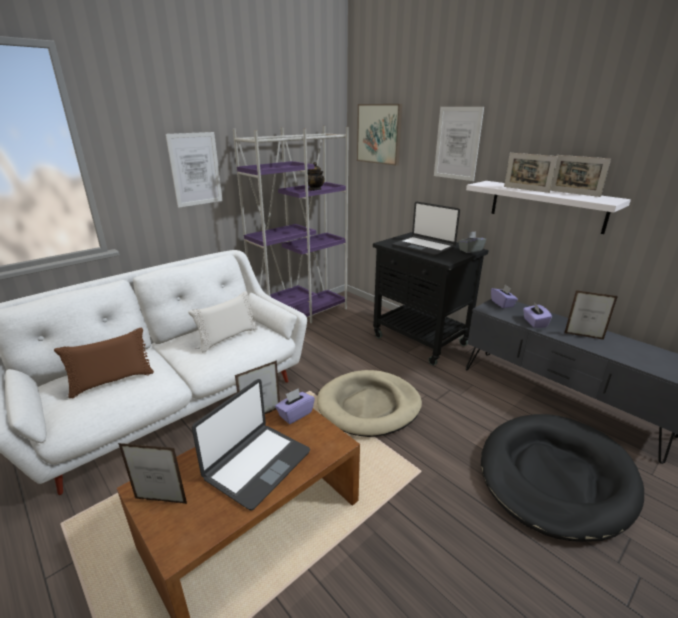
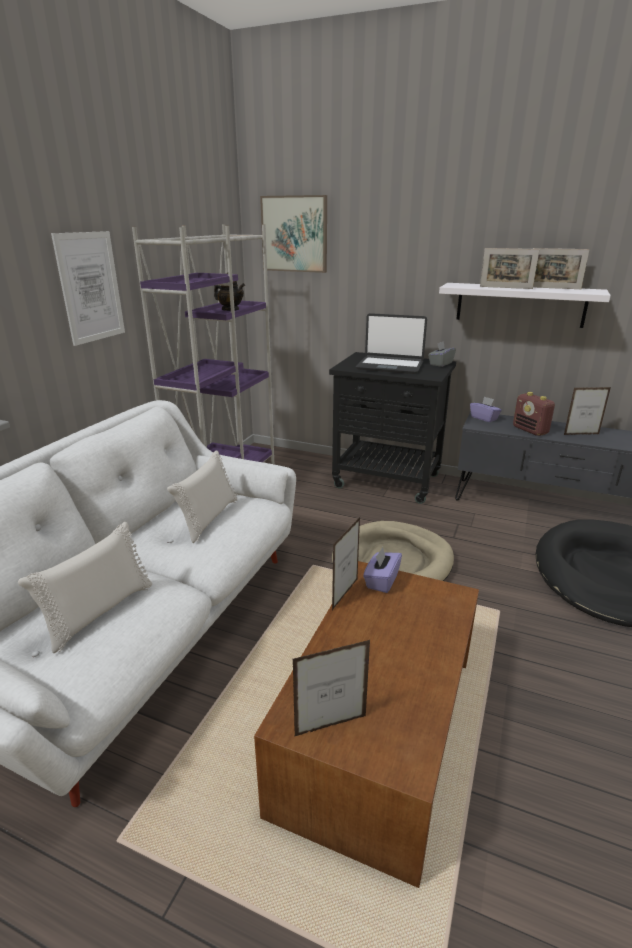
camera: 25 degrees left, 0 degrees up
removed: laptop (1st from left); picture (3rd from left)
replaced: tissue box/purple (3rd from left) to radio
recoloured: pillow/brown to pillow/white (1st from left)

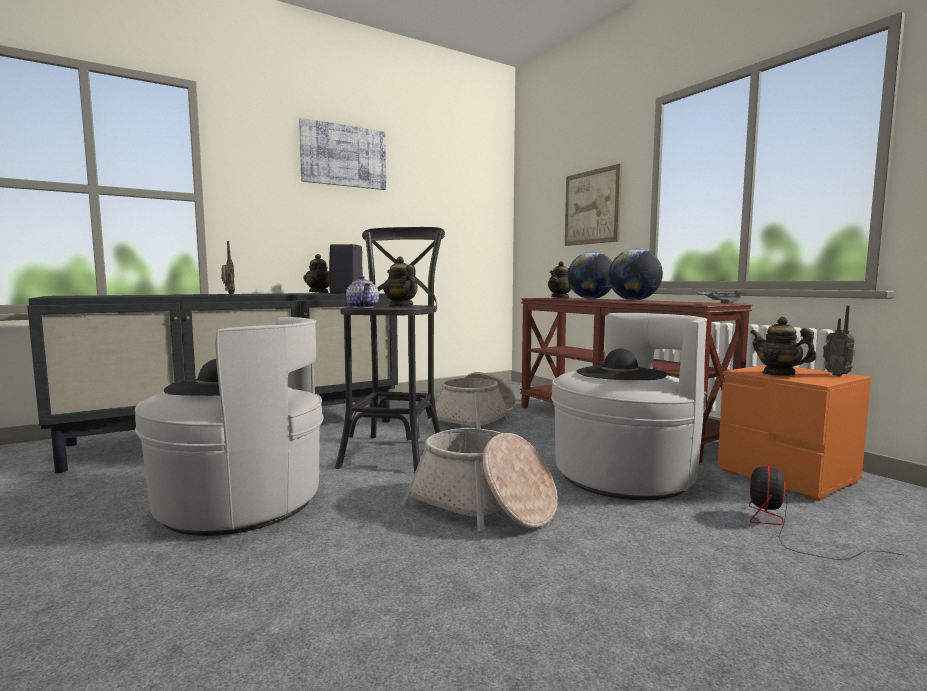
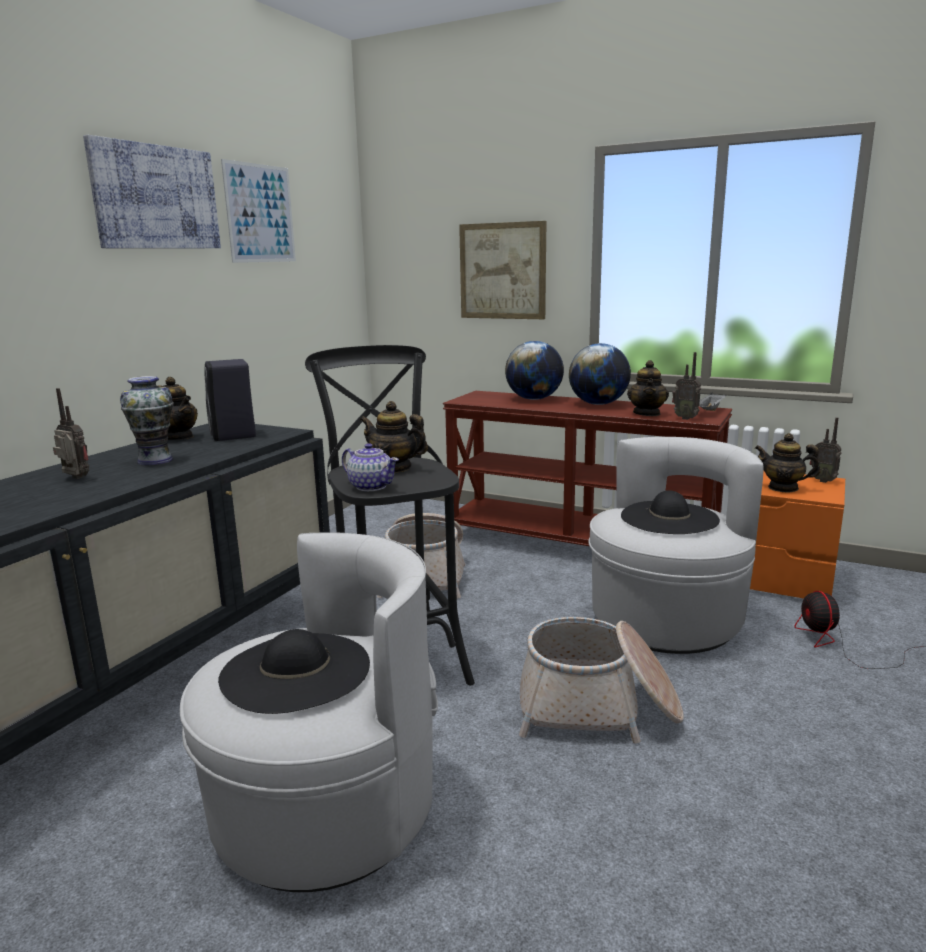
camera: 30 degrees left, 10 degrees up
added: vase; picture (2nd from left); radio (2nd from left)
moved: teapot (4th from left)

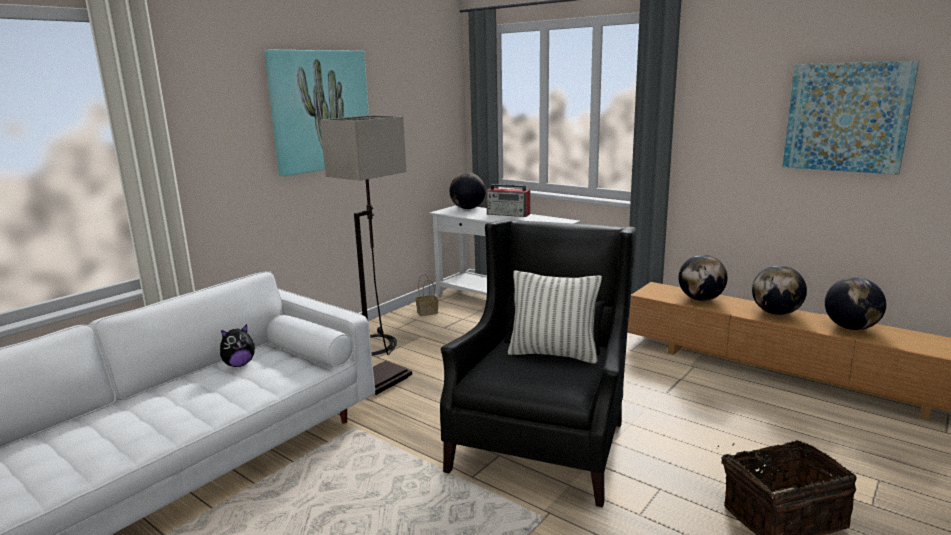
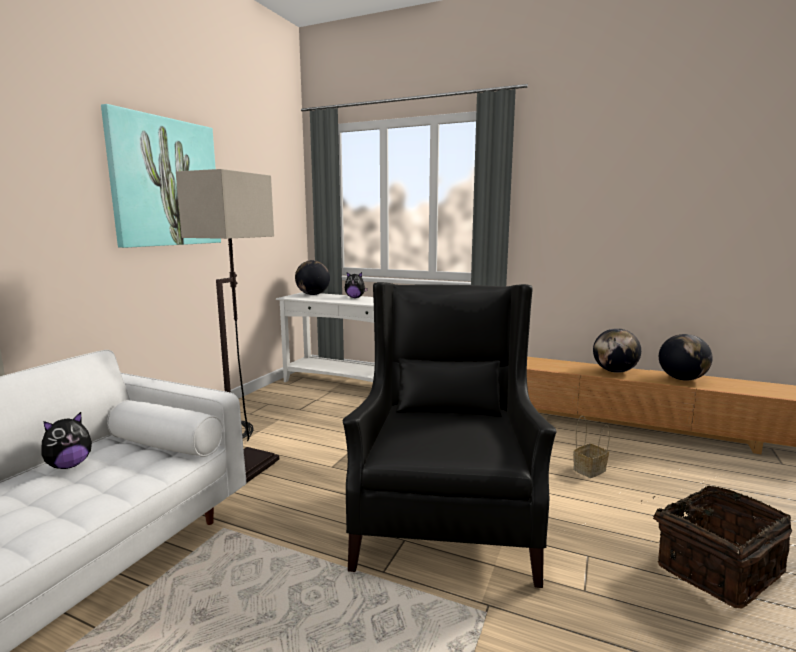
camera: 15 degrees left, 5 degrees down
removed: pillow; globe (2nd from left); picture (2nd from left)
moved: basket (1st from left)
replaced: radio to plush toy (2nd from left)

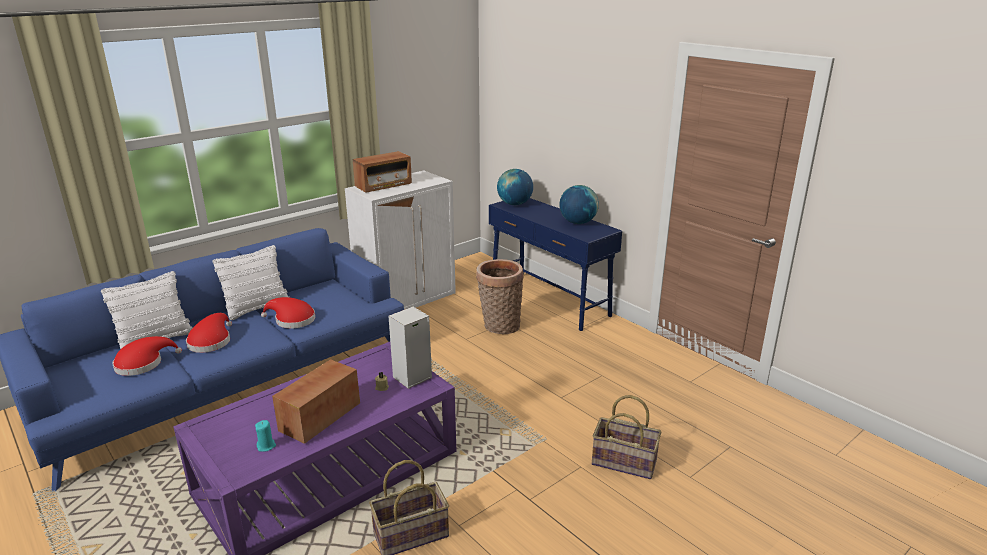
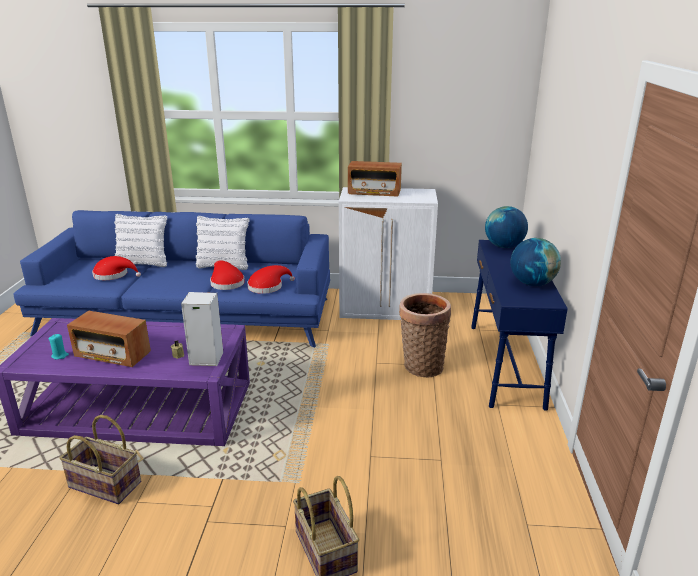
camera: 45 degrees right, 0 degrees up
moved: hat/red (2nd from left in the first image) to hat/red (3rd from left)
turned: radio (1st from left) 150 degrees counterclockwise

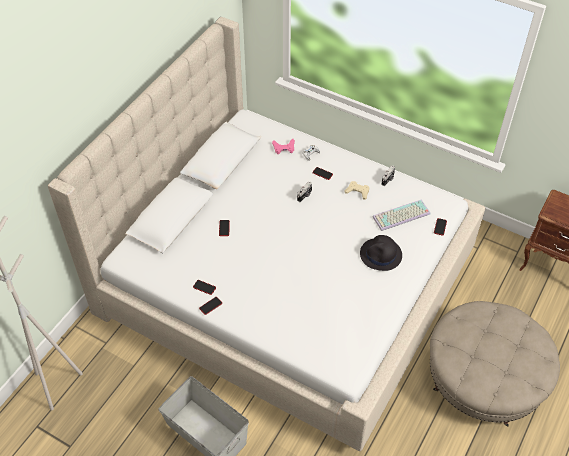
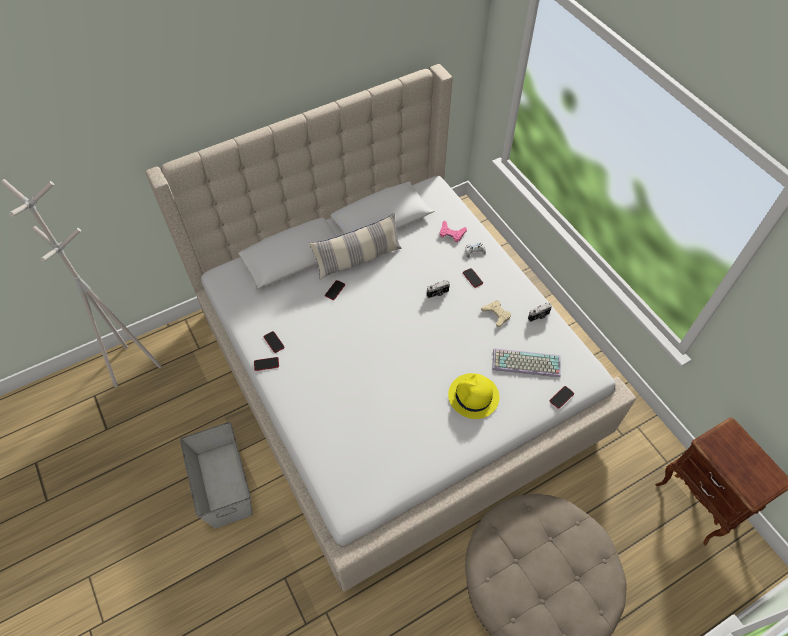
camera: 30 degrees right, 5 degrees up
added: pillow
recoloured: hat/black to hat/yellow

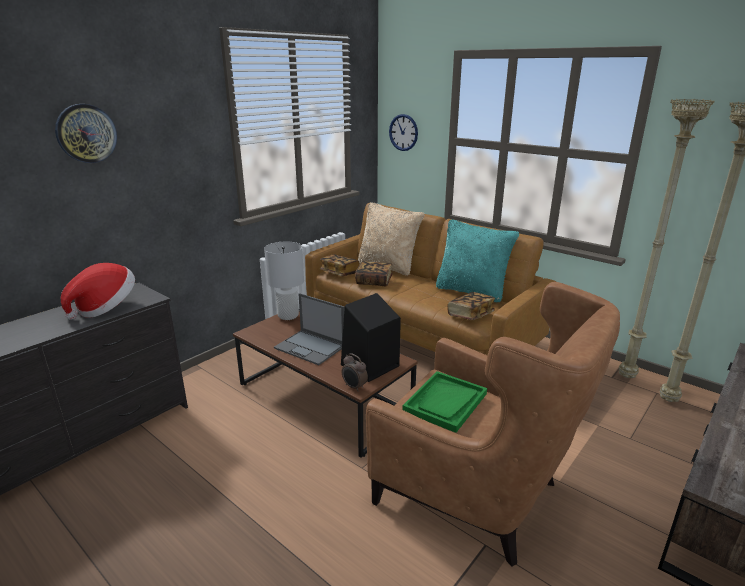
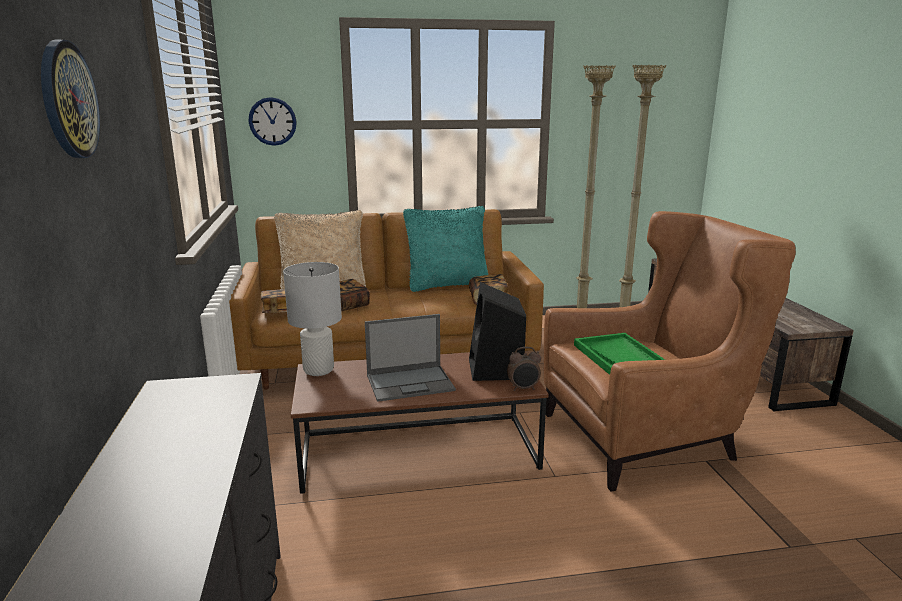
camera: 50 degrees left, 5 degrees down
removed: hat

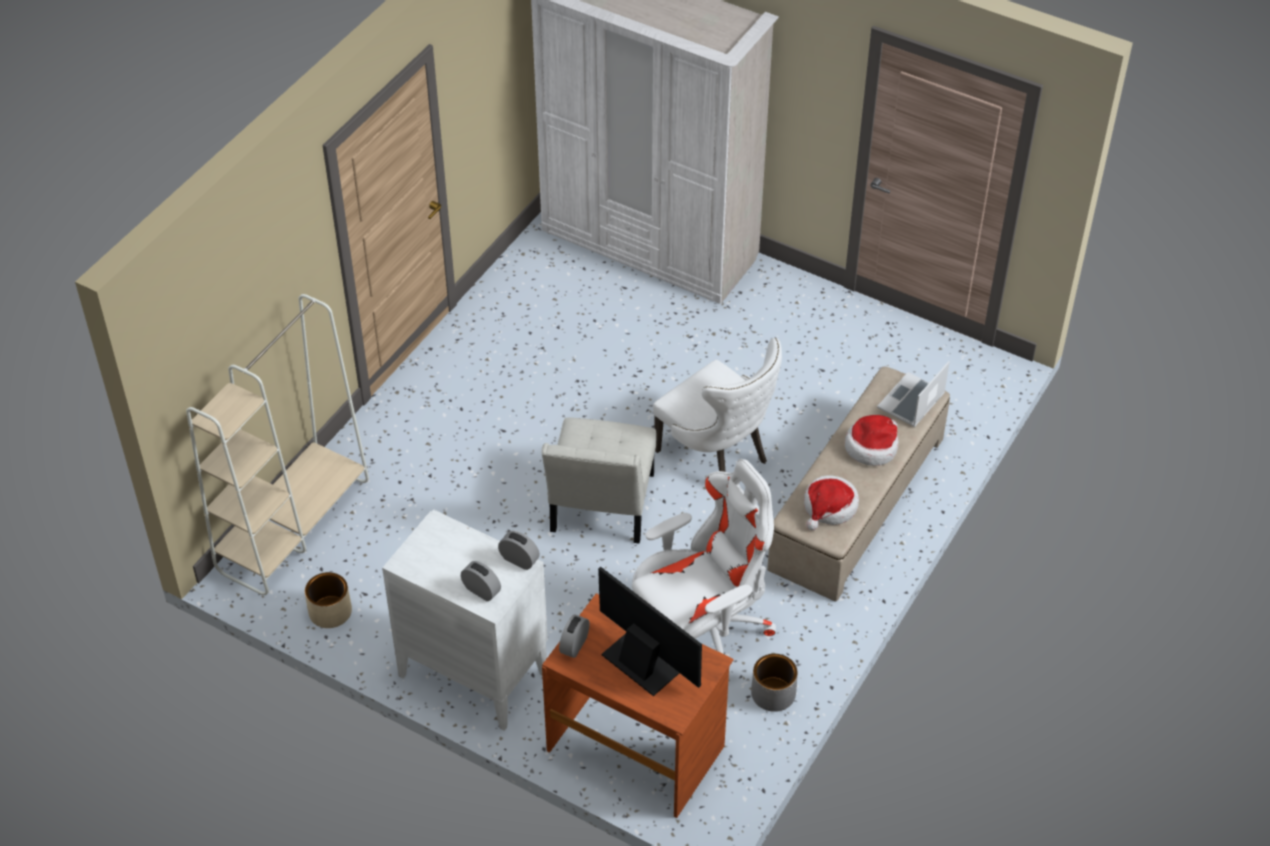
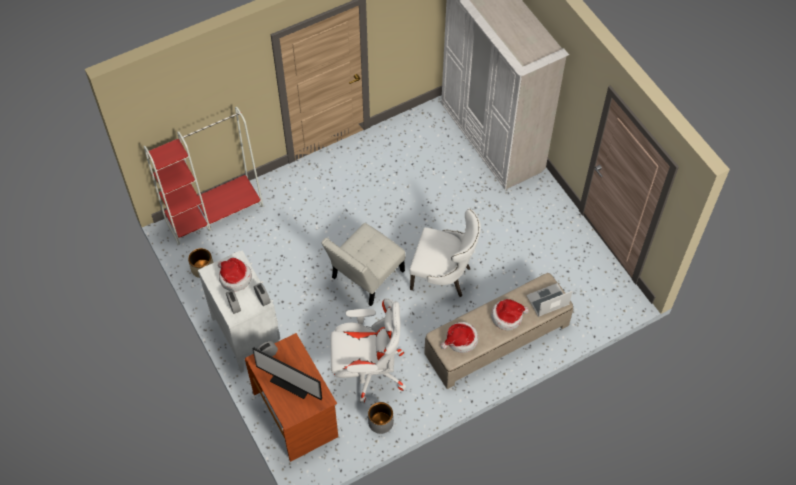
camera: 30 degrees right, 10 degrees up
added: hat (1st from left)
recoloured: clothes rack/beige to clothes rack/red
turned: monitor 135 degrees clockwise; chair/white (2nd from left) 60 degrees counterclockwise

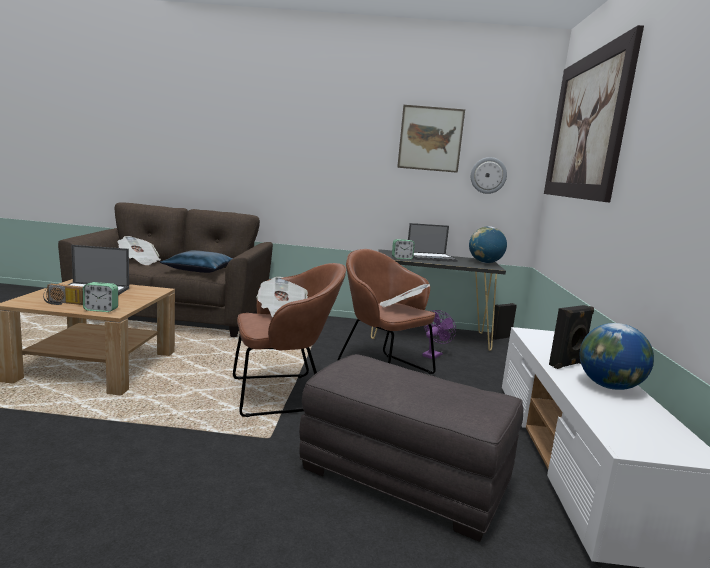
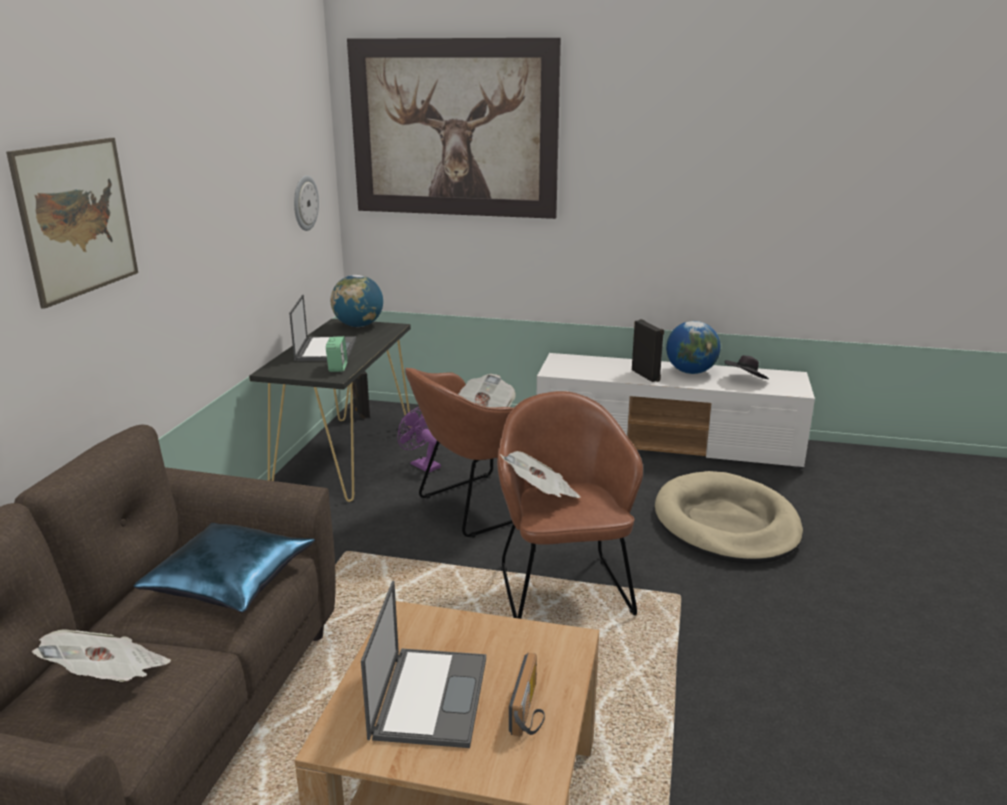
camera: 80 degrees left, 10 degrees up
removed: alarm clock (1st from left)
added: hat/black
moved: picture (1st from left)
replaced: ottoman/grey to dog bed/beige

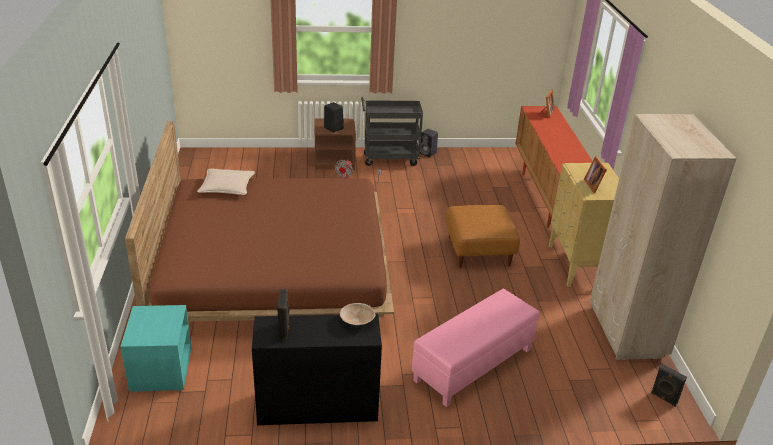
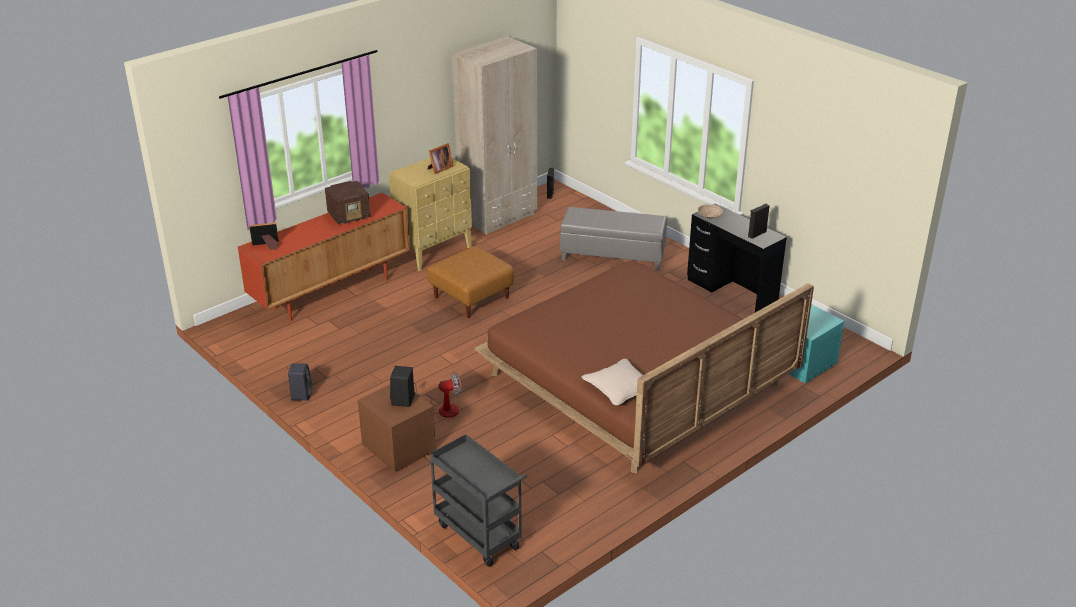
camera: 125 degrees left, 0 degrees up
added: radio
moved: cart/grey
recoloured: ottoman/pink to ottoman/grey

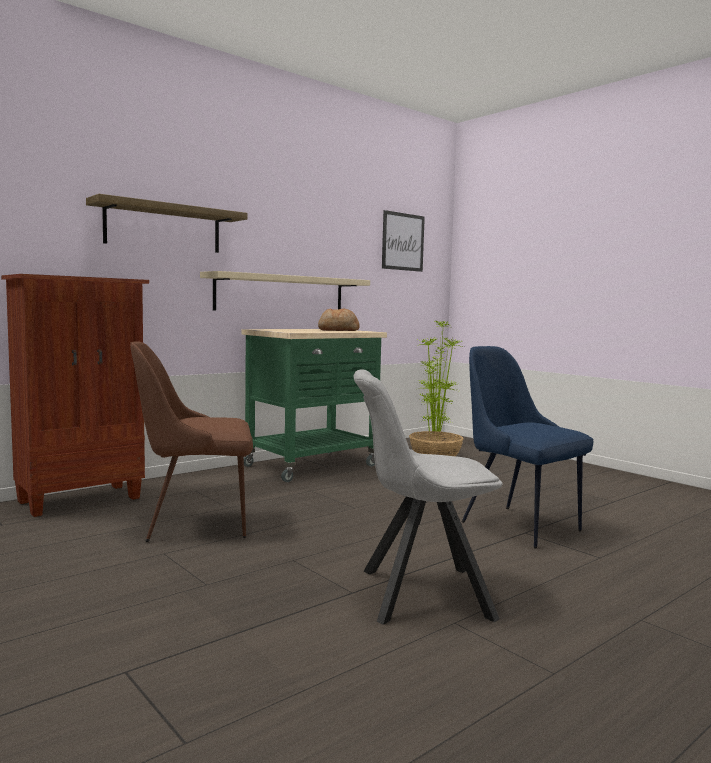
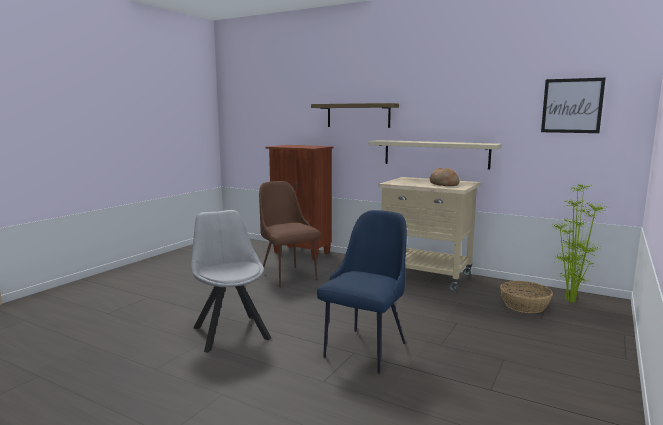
camera: 70 degrees right, 5 degrees up
recoloured: cart/green to cart/beige

